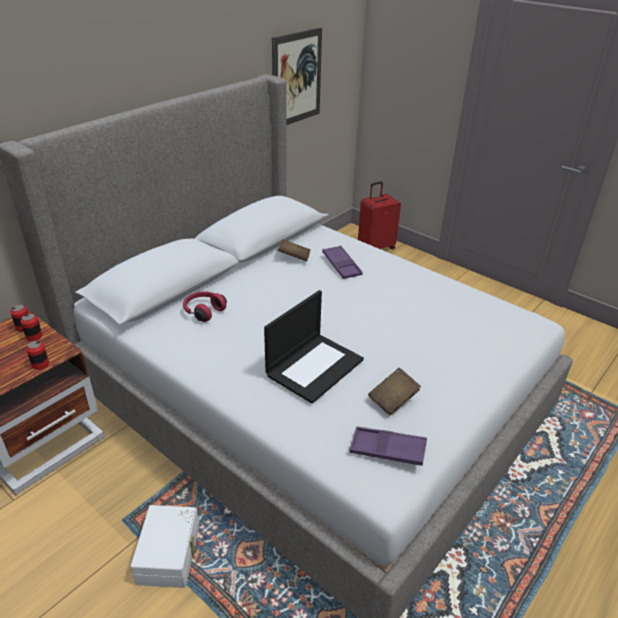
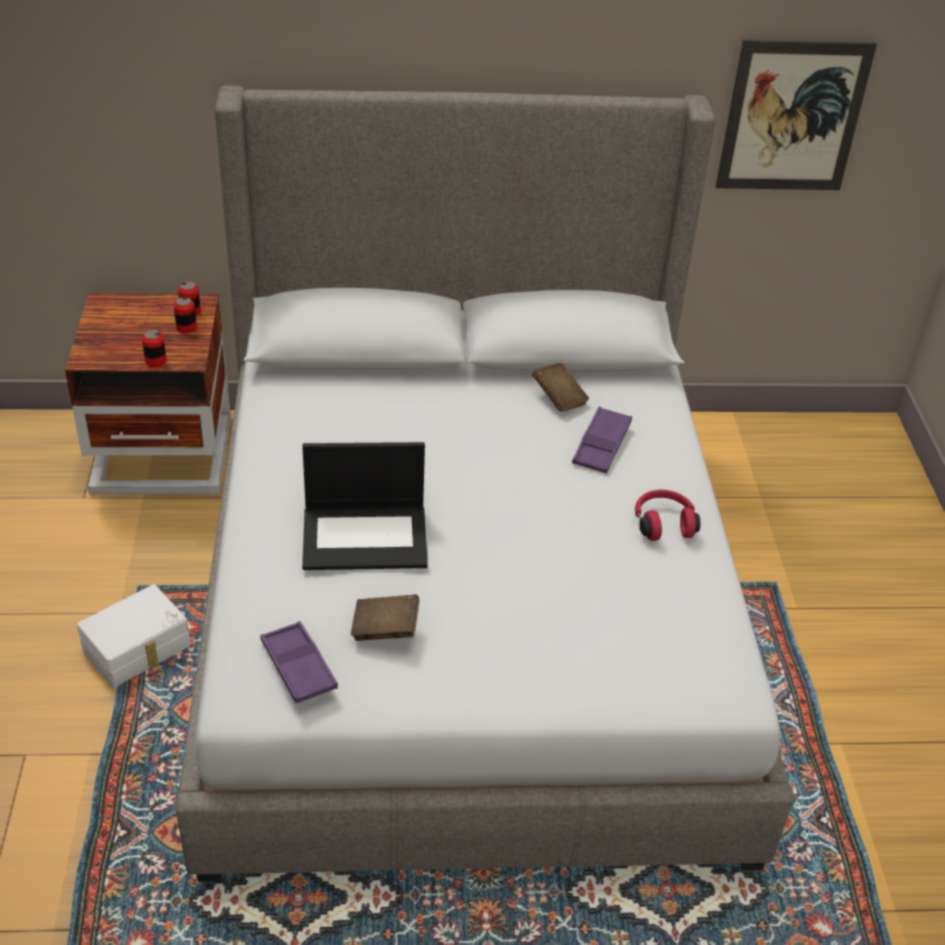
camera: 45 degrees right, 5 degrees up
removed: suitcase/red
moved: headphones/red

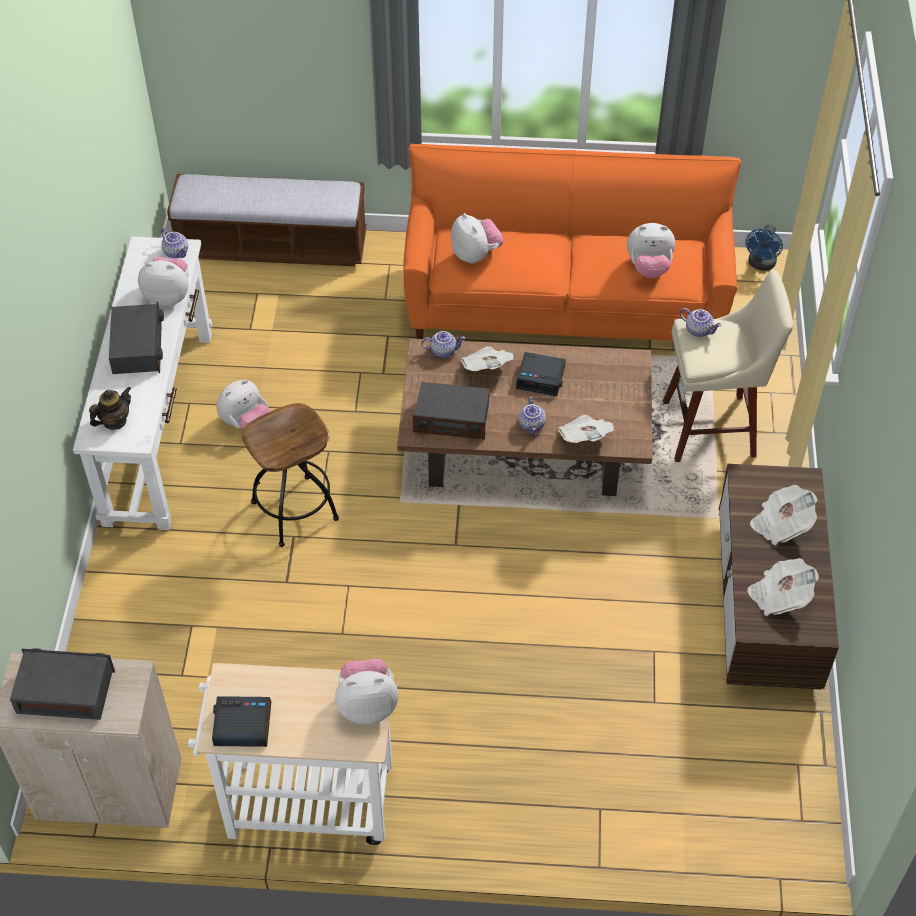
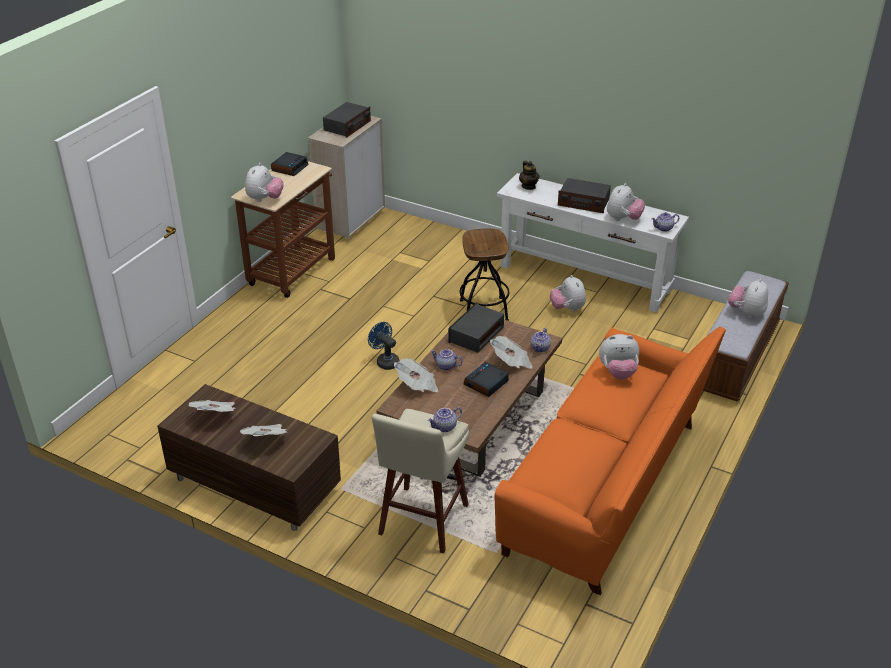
camera: 115 degrees right, 15 degrees down
moved: plush toy (5th from left); fan/blue
recoloured: cart/white to cart/brown

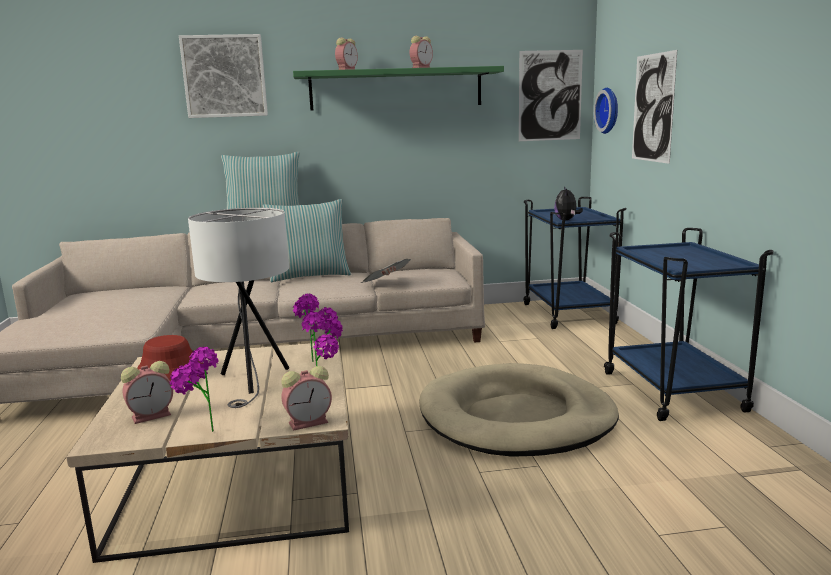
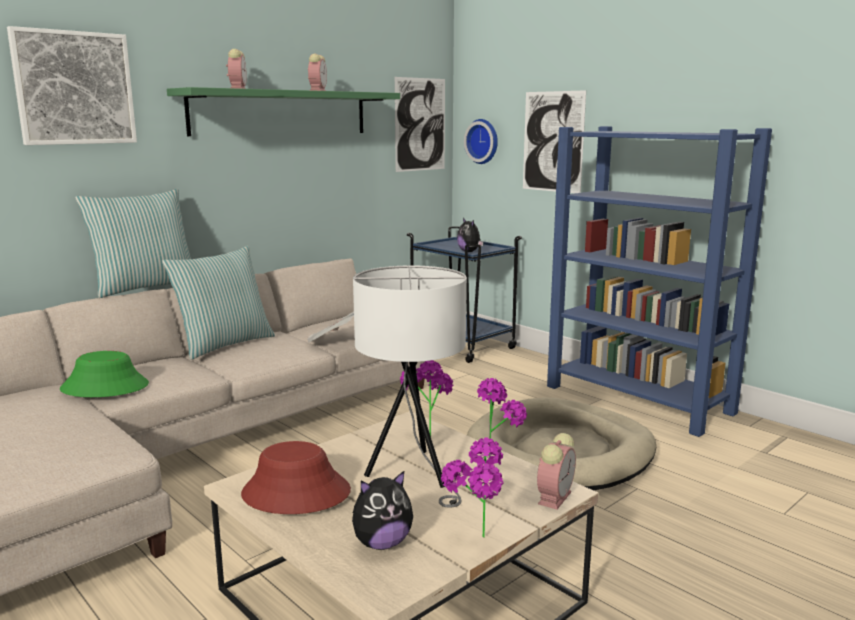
camera: 35 degrees left, 0 degrees up
added: hat/green
replaced: alarm clock (1st from left) to plush toy (1st from left); cart/blue (2nd from left) to bookcase/blue

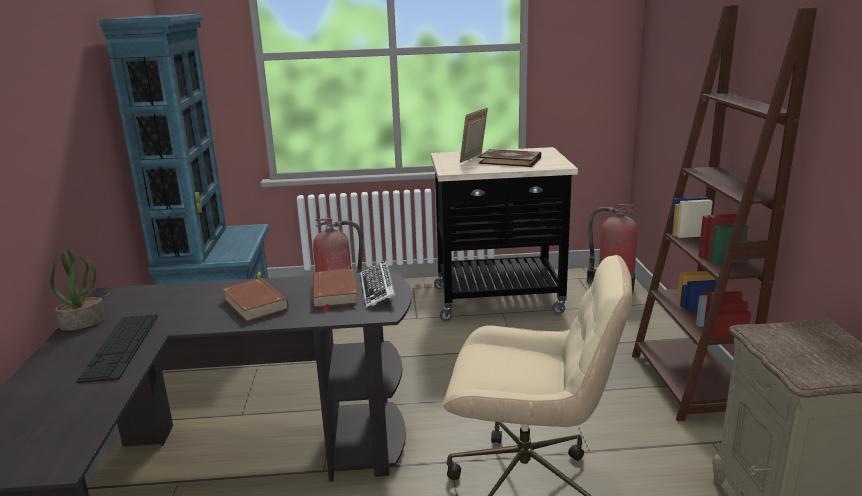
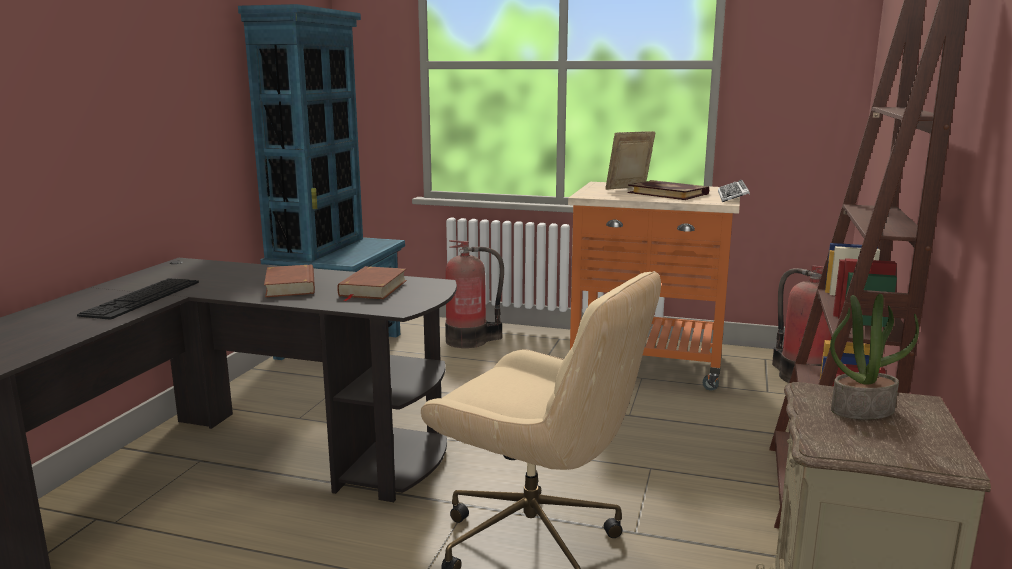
camera: 20 degrees right, 5 degrees down
moved: potted plant; keyboard (2nd from left)
recoloured: cart/black to cart/orange

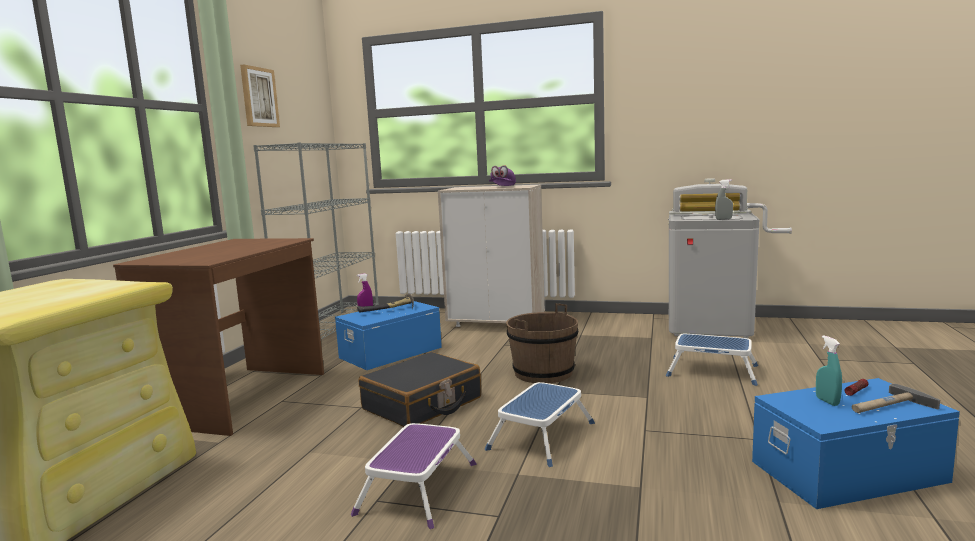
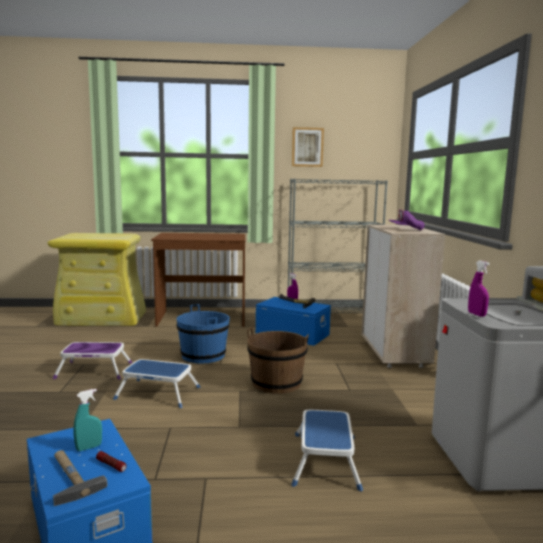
camera: 70 degrees right, 0 degrees up
replaced: suitcase/black to bucket/blue
recoloured: spray bottle/grey to spray bottle/purple (2nd from left)

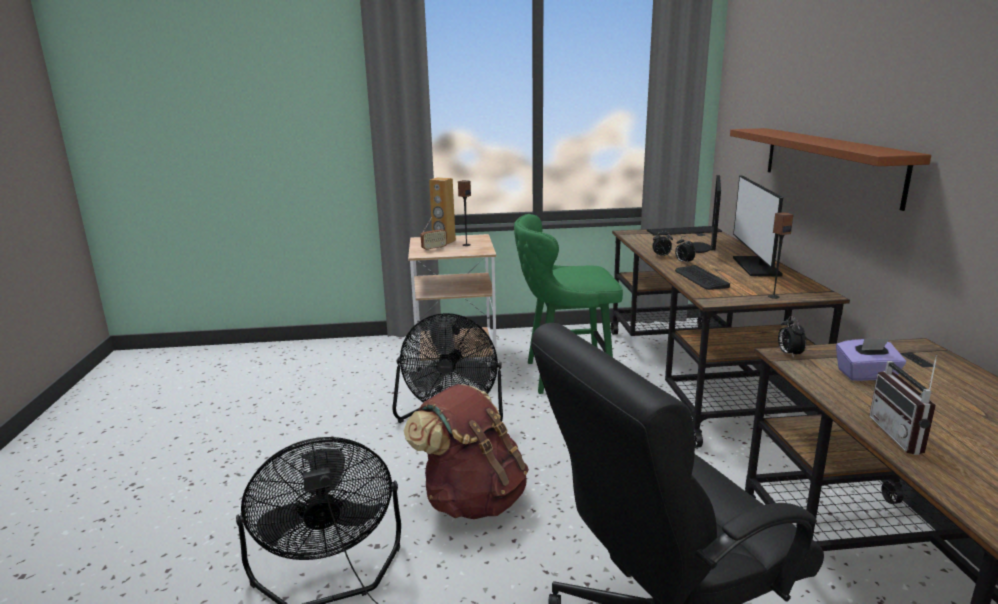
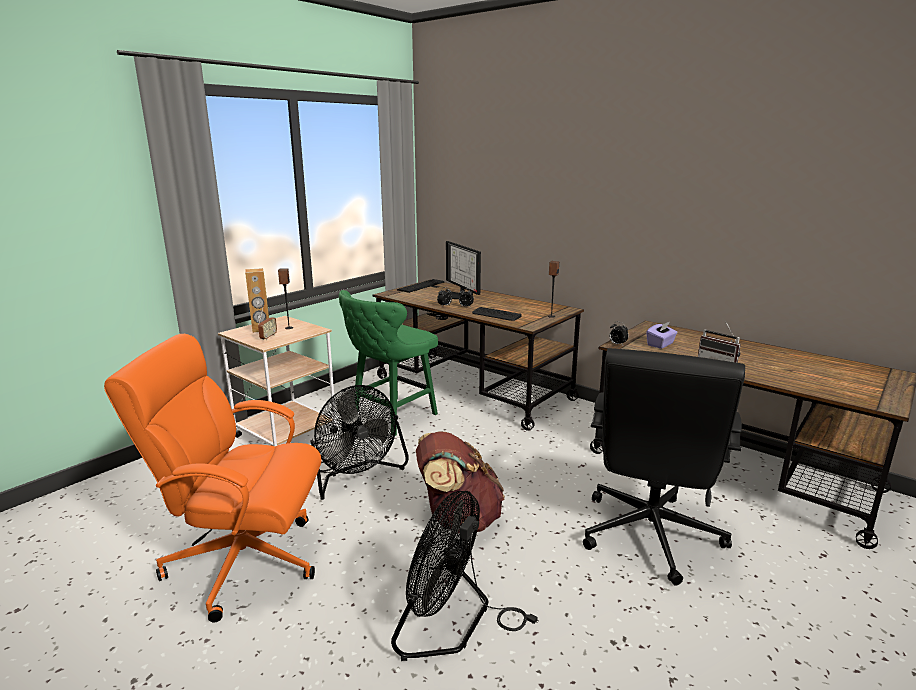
camera: 45 degrees left, 0 degrees up
removed: shelf/brown; monitor (2nd from left)
added: office chair/orange

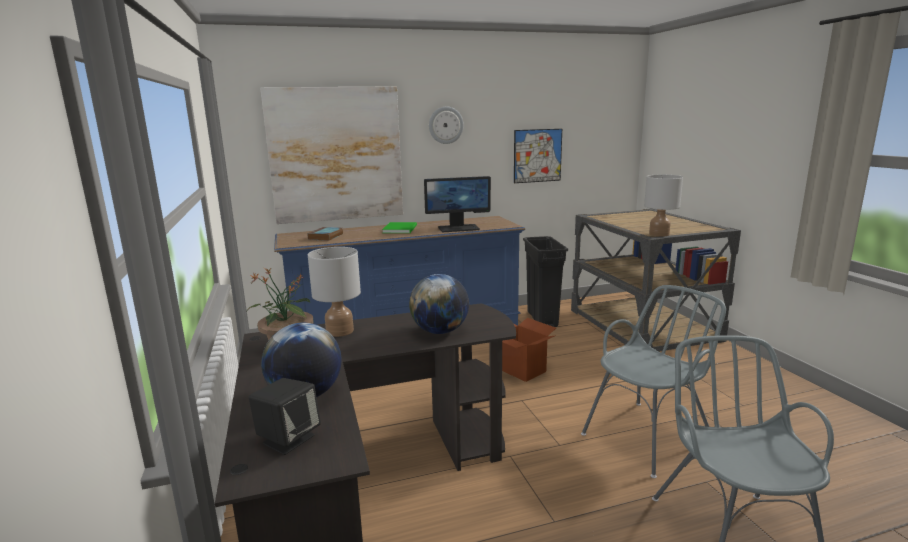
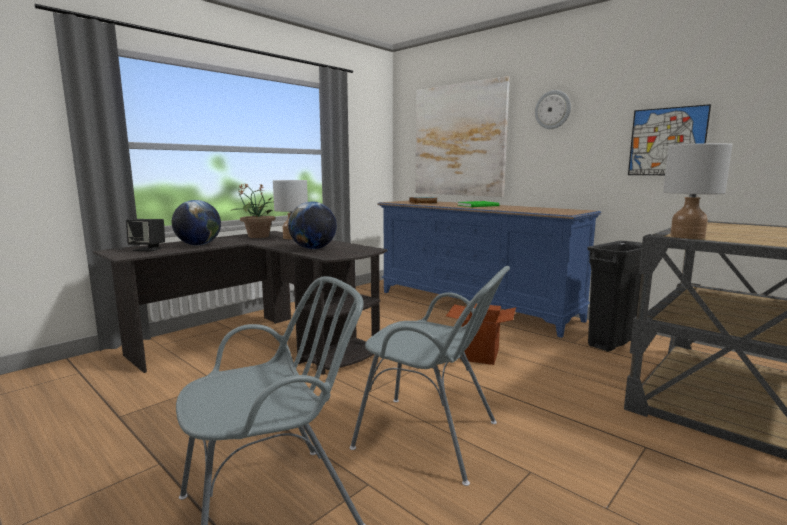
camera: 60 degrees right, 5 degrees down
removed: monitor

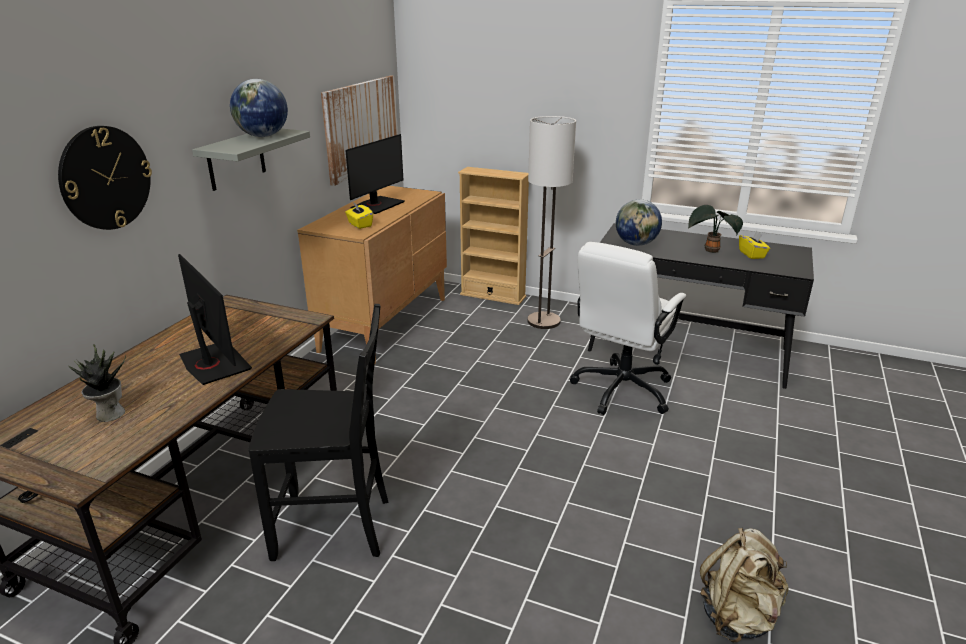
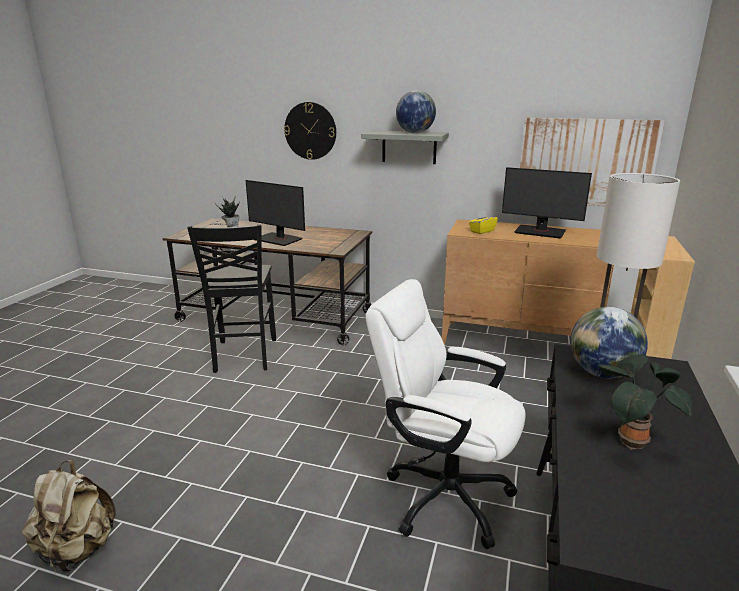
camera: 85 degrees right, 5 degrees down
removed: tissue box/yellow (2nd from left)
turned: monitor (1st from left) 75 degrees clockwise

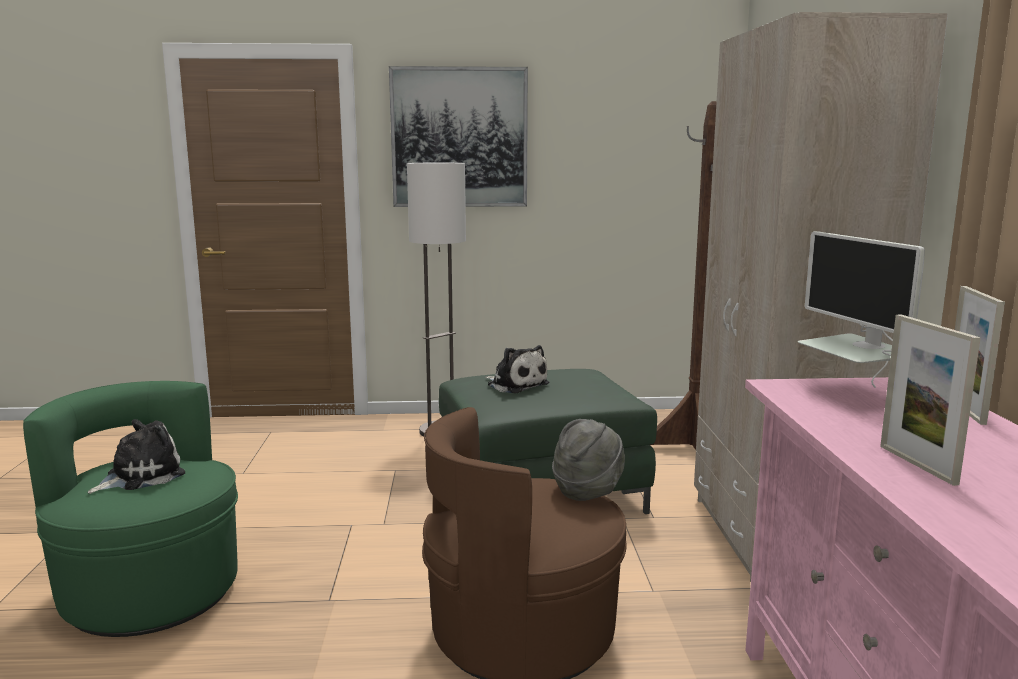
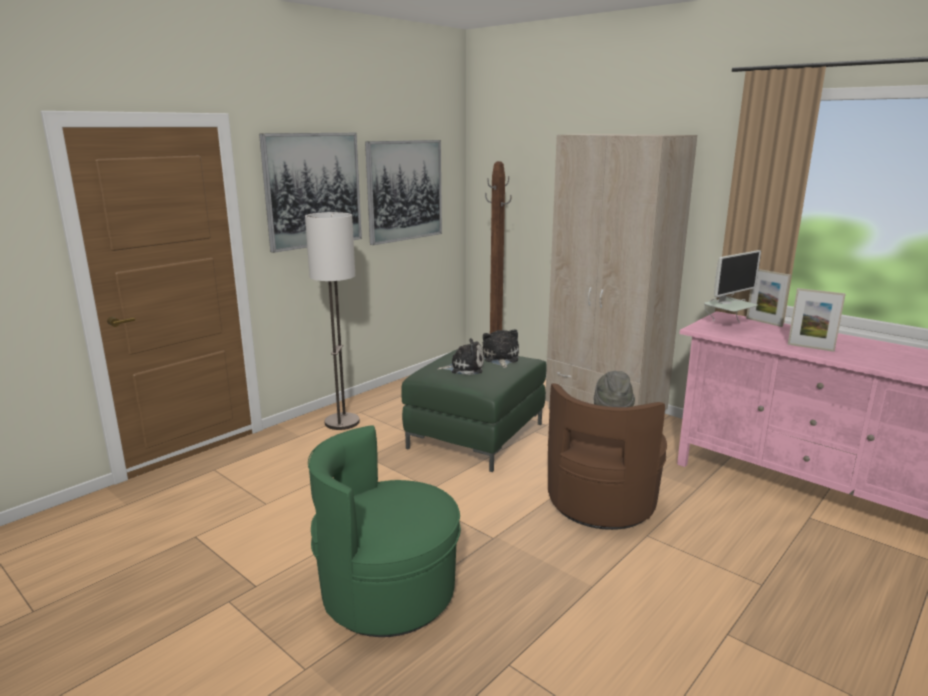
camera: 45 degrees left, 5 degrees up
added: picture (2nd from left)
moved: plush toy (1st from left in the first image) to plush toy (2nd from left)
turned: monitor 60 degrees counterclockwise

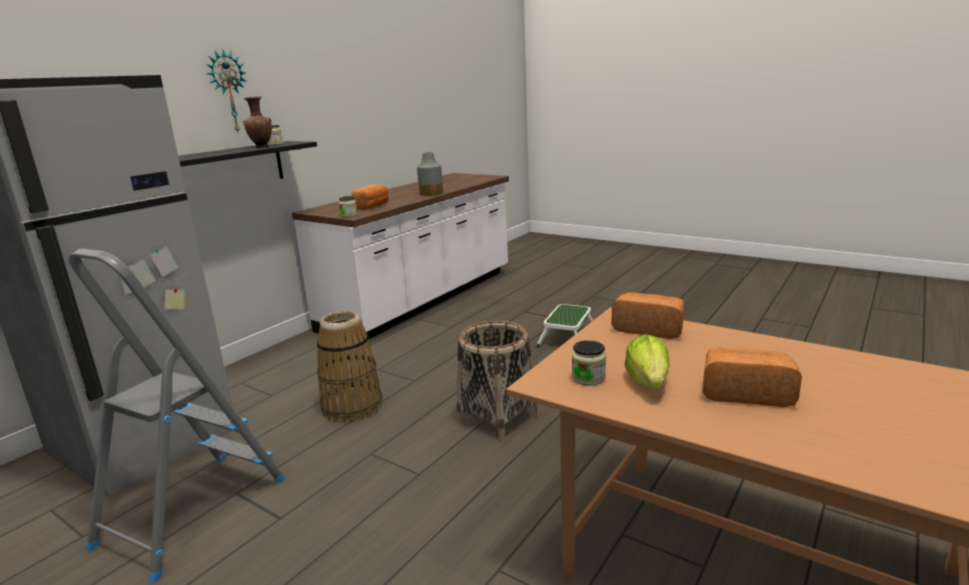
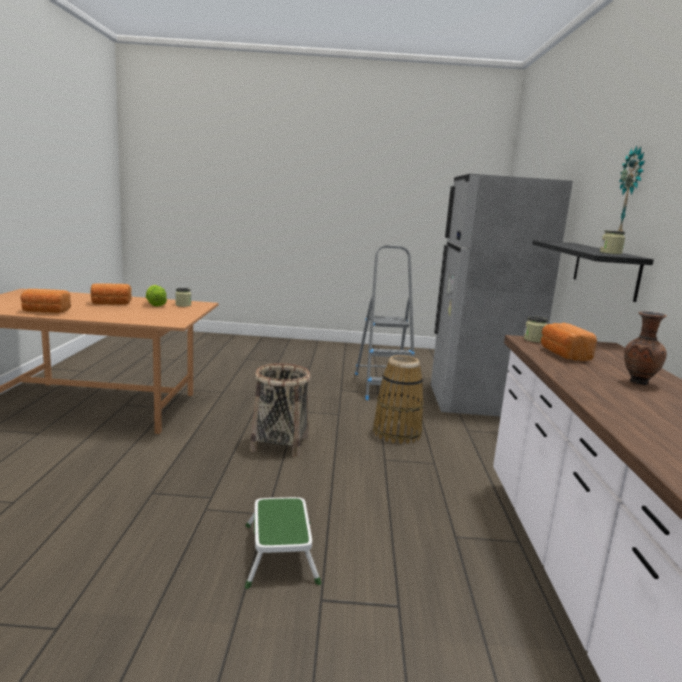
camera: 145 degrees right, 5 degrees down
removed: vase/grey
moved: vase/brown; bread (2nd from left in the first image) to bread (1st from left)

